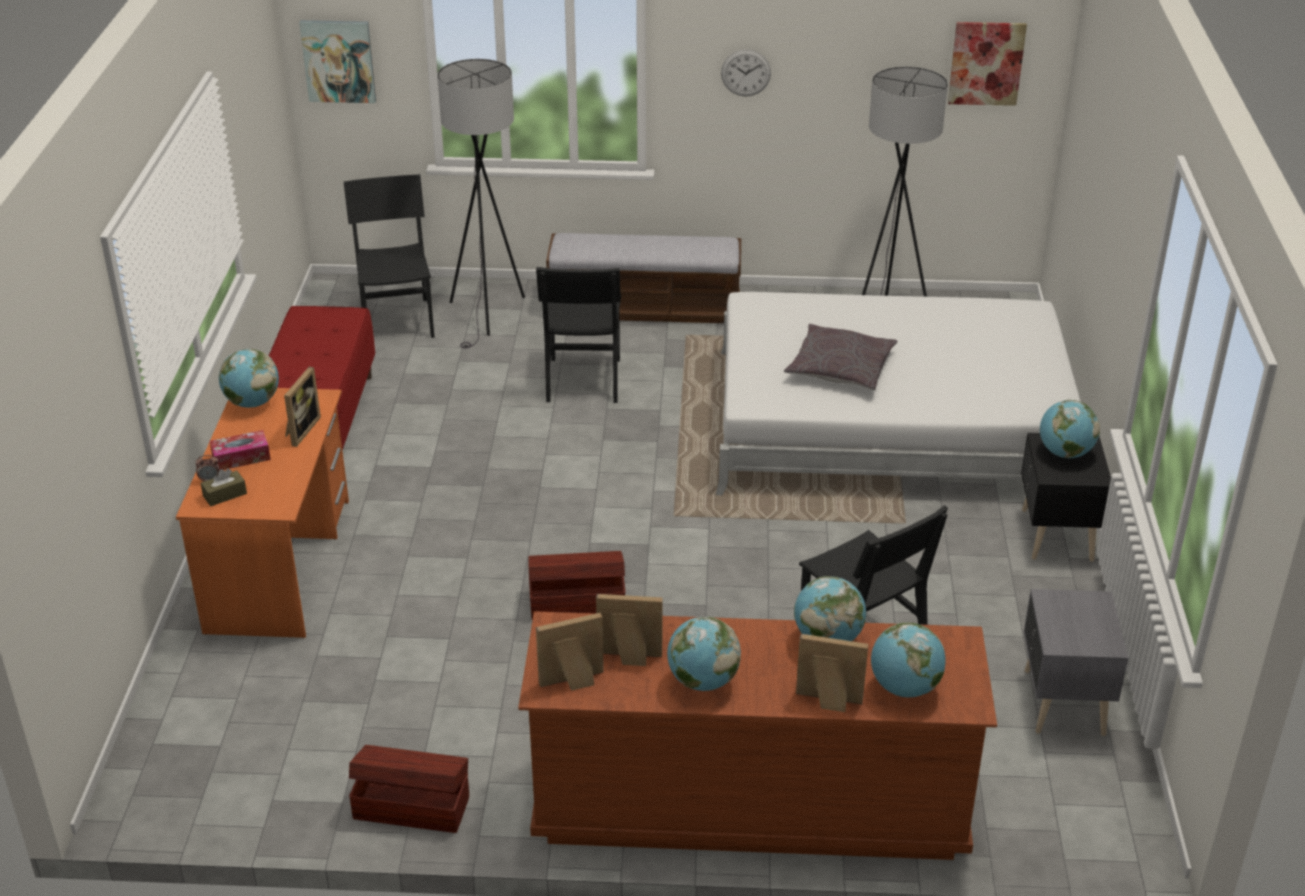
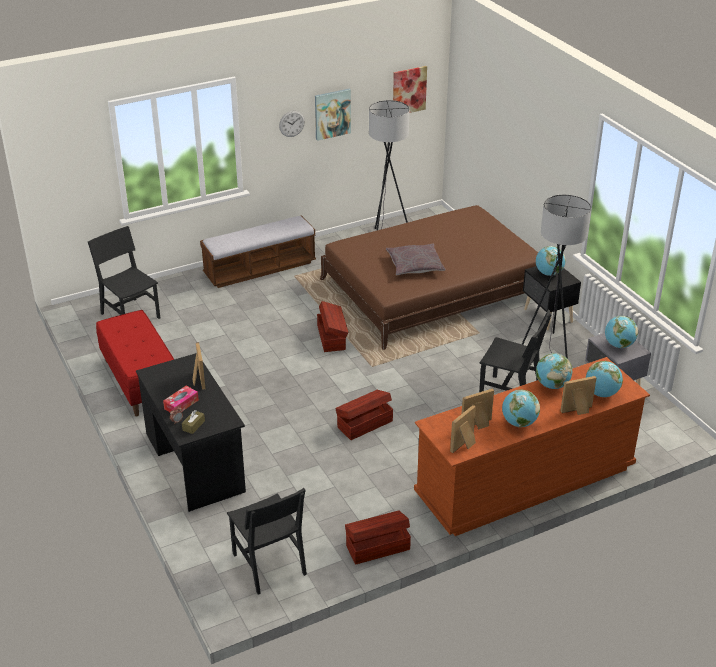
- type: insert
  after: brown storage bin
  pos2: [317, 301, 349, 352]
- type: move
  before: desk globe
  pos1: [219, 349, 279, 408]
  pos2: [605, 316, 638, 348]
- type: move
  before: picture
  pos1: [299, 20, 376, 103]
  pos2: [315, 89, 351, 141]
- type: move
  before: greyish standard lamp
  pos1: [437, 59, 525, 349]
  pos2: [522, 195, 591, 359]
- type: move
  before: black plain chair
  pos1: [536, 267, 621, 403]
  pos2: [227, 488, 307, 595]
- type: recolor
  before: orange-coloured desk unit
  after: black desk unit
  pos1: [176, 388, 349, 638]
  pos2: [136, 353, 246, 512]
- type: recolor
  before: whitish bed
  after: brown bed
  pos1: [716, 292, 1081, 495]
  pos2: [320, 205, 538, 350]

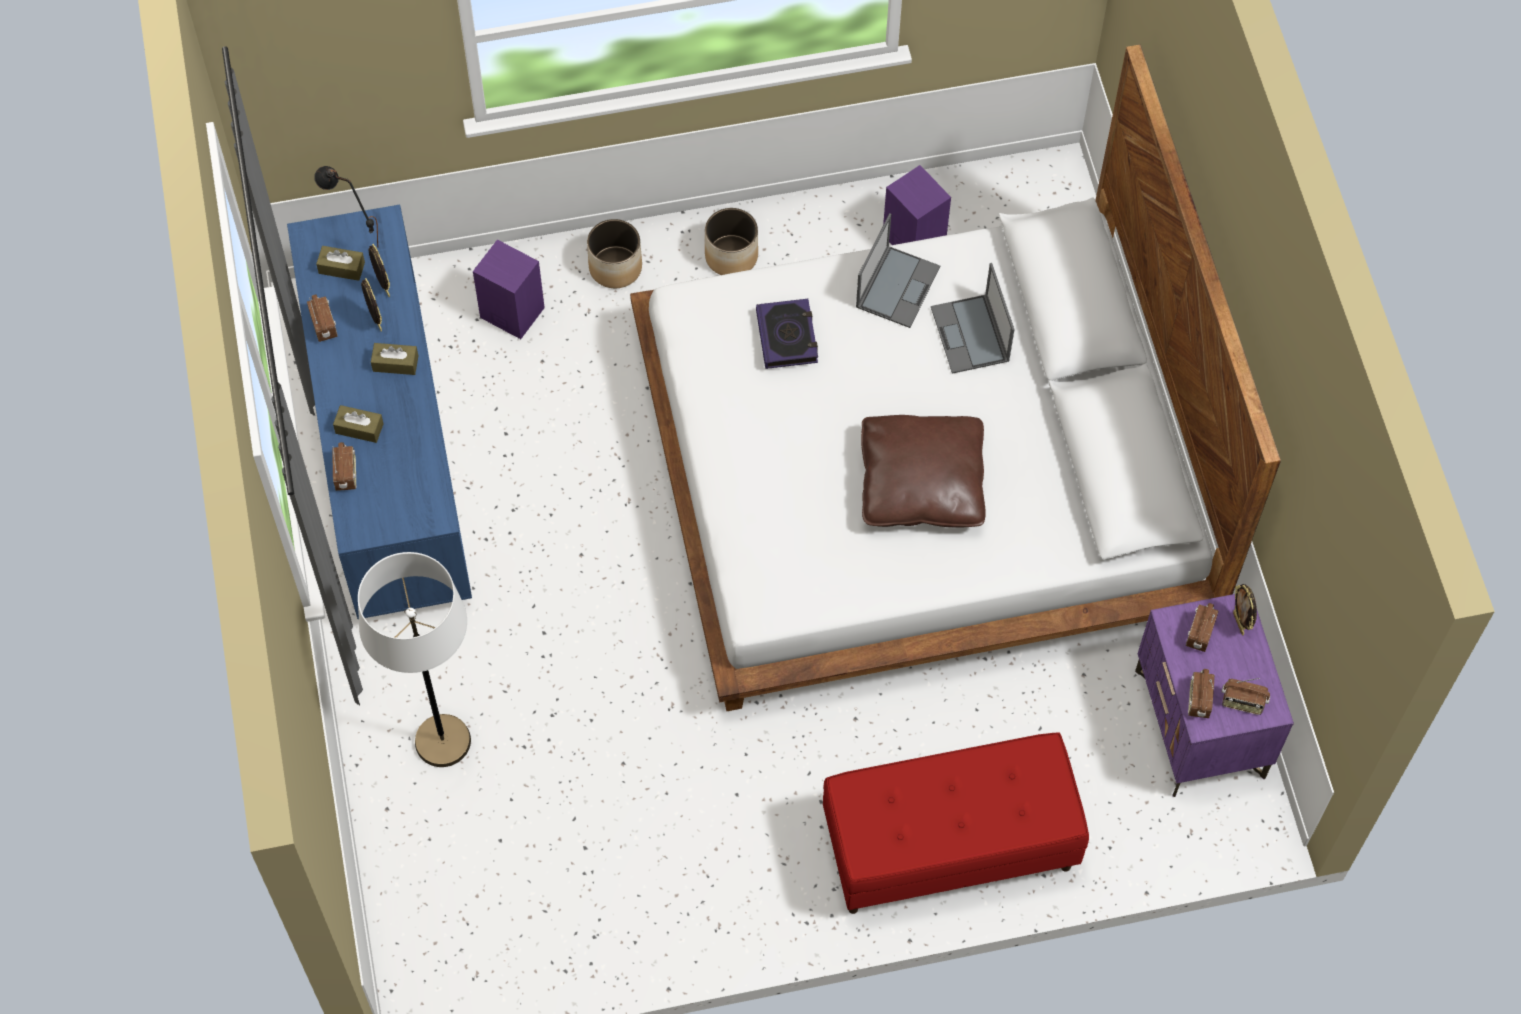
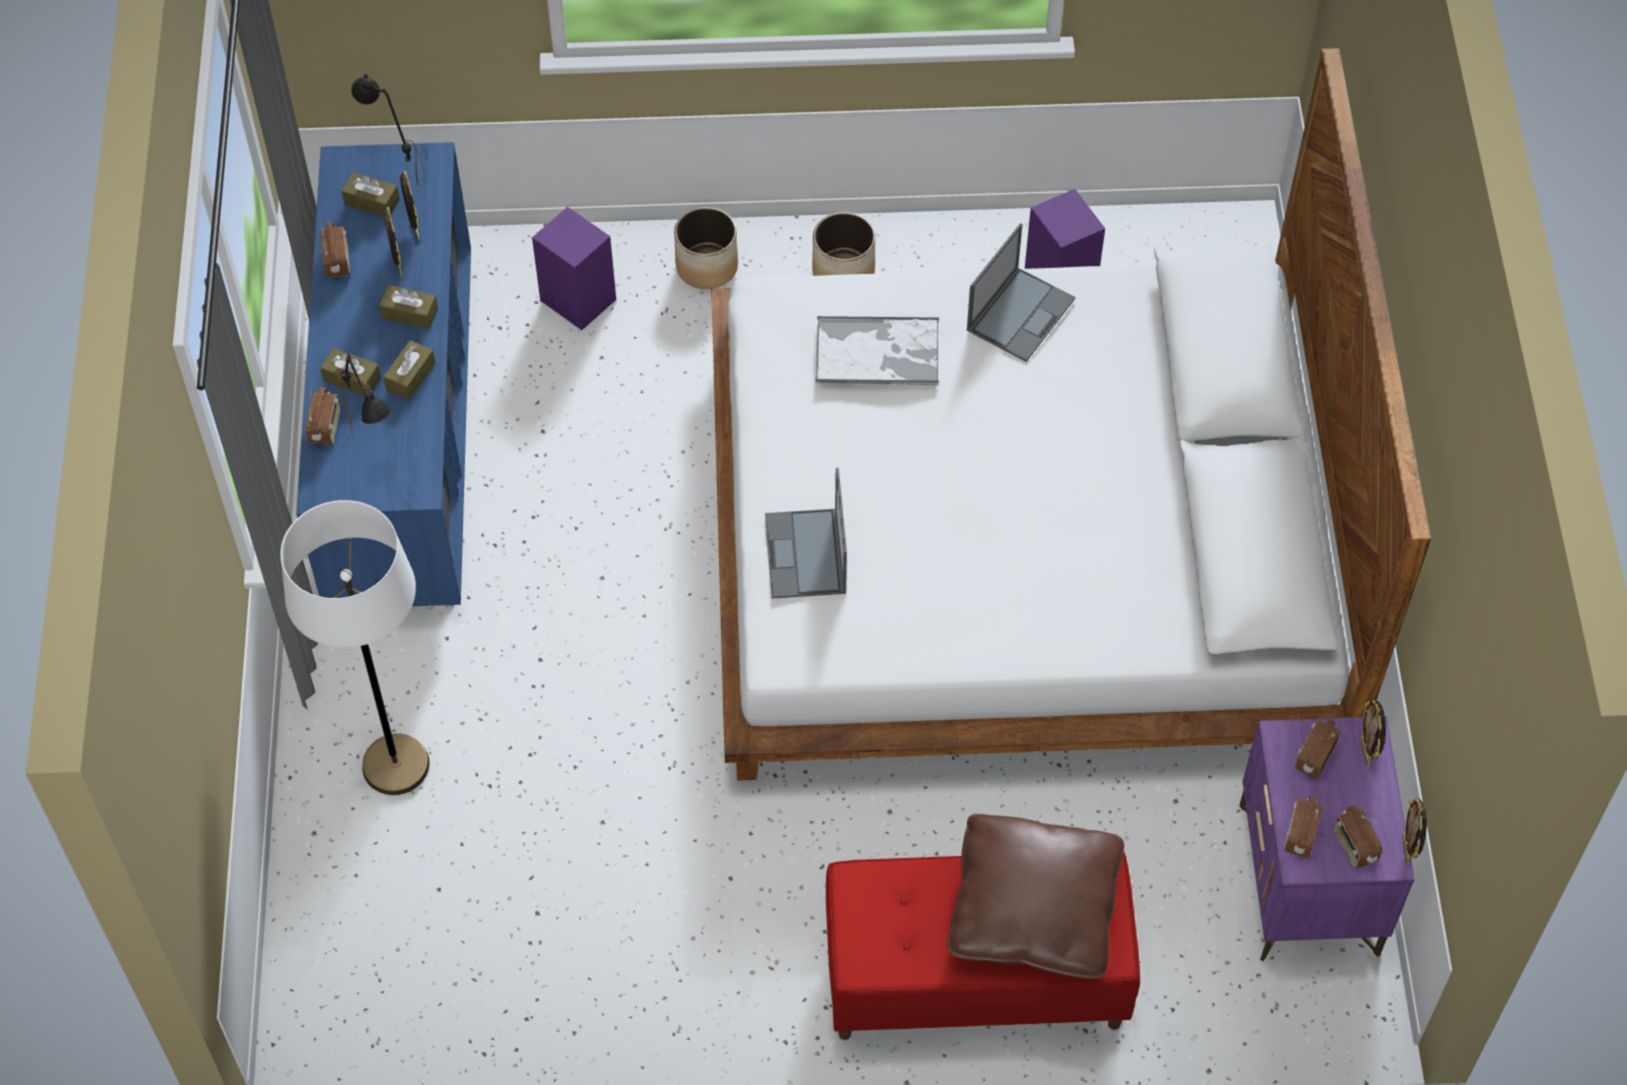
- type: insert
  after: black table lamp
  pos2: [337, 353, 391, 431]
- type: insert
  after: brown box of tissues
  pos2: [383, 340, 435, 400]
- type: insert
  after: picture frame
  pos2: [1402, 798, 1427, 866]
- type: move
  before: brown pillow
  pos1: [861, 415, 986, 527]
  pos2: [947, 814, 1124, 979]
- type: move
  before: notebook computer
  pos1: [931, 263, 1015, 374]
  pos2: [765, 468, 847, 599]
- type: replace
  before: bound book
  after: serving tray
  pos1: [756, 299, 818, 369]
  pos2: [815, 316, 939, 385]
- type: rotate
  before: radio
  pos1: [1222, 678, 1270, 715]
  pos2: [1334, 806, 1383, 869]
  turn: 45

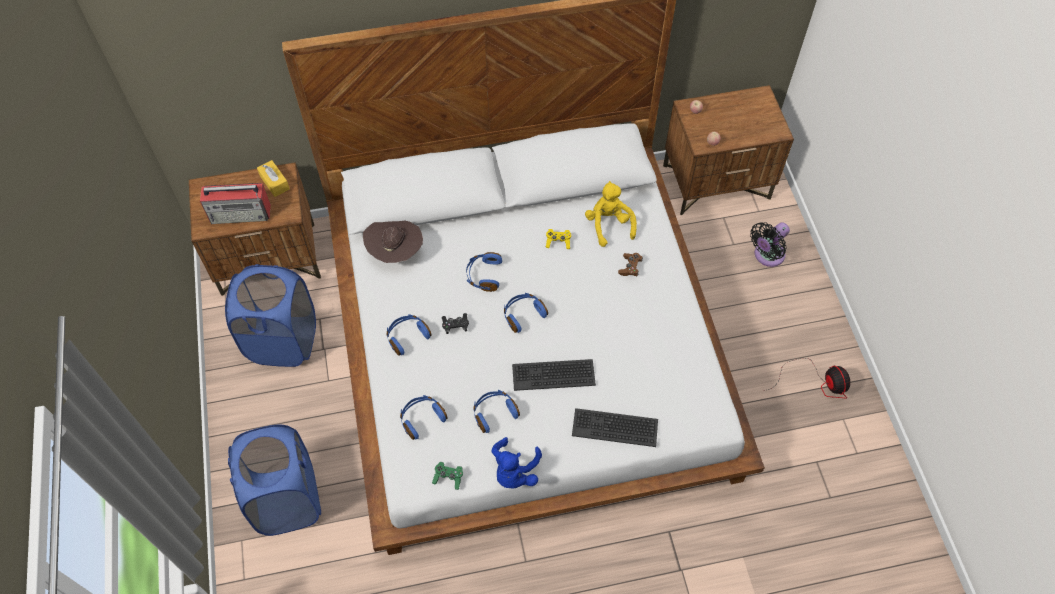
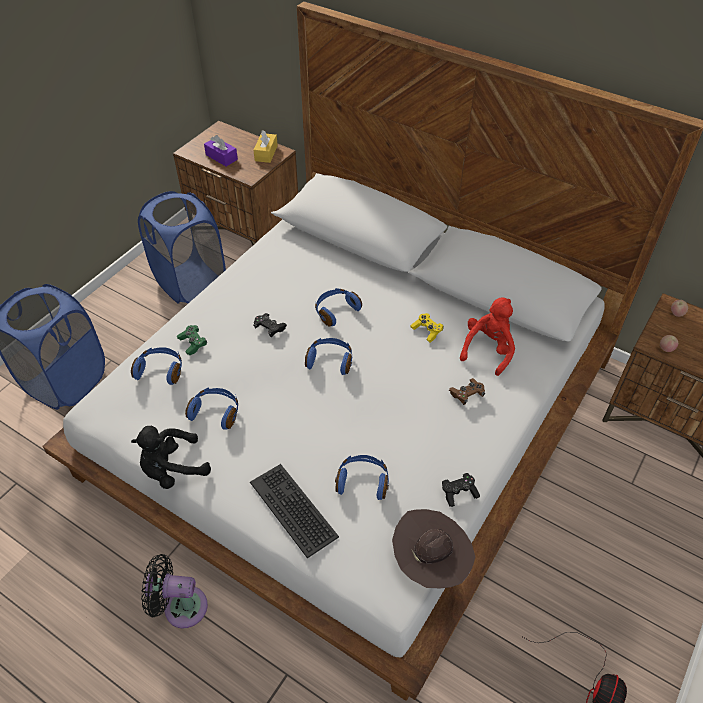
- type: delete
  before: PC keyboard
  pos1: [512, 359, 596, 391]
- type: insert
  after: black game controller
  pos2: [442, 473, 480, 507]
- type: move
  before: brown clothing hat
  pos1: [363, 220, 423, 263]
  pos2: [392, 509, 475, 588]
- type: move
  before: blue pair of headphones
  pos1: [387, 314, 432, 356]
  pos2: [335, 455, 389, 500]
- type: move
  before: green-coloured game controller
  pos1: [432, 462, 463, 490]
  pos2: [177, 325, 207, 355]
- type: move
  before: black electric fan
  pos1: [750, 222, 790, 267]
  pos2: [141, 554, 208, 628]
- type: replace
  before: radio
  after: purple-coloured box of tissues
  pos1: [200, 183, 271, 224]
  pos2: [204, 135, 238, 166]
- type: recolor
  before: blue plush toy
  after: black plush toy
  pos1: [491, 437, 542, 488]
  pos2: [131, 426, 211, 489]
- type: recolor
  before: yellow-coloured plush toy
  after: red-coloured plush toy
  pos1: [585, 181, 637, 247]
  pos2: [460, 298, 515, 376]

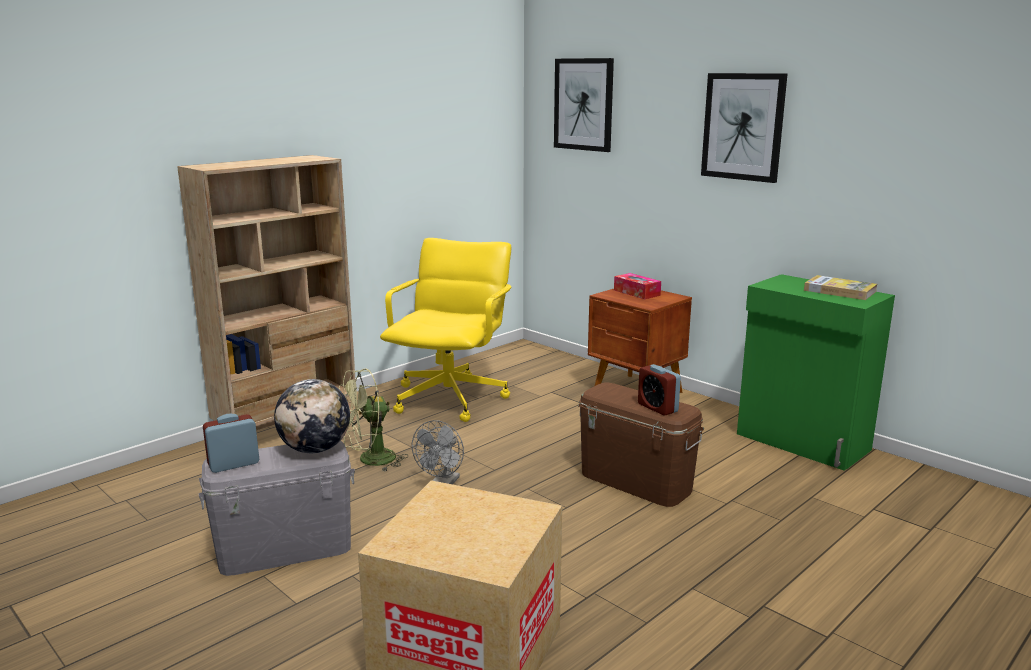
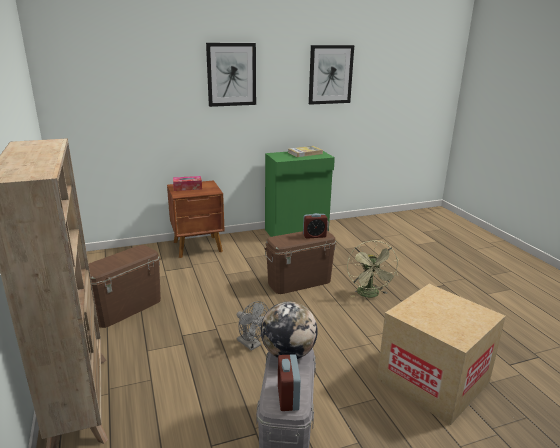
- type: move
  before: green-coloured electric fan
  pos1: [339, 368, 408, 472]
  pos2: [347, 240, 399, 298]
- type: move
  before: picture
  pos1: [554, 58, 614, 152]
  pos2: [309, 45, 354, 105]
- type: replace
  before: yellow-coloured desk chair
  after: brown storage bin
  pos1: [380, 238, 511, 422]
  pos2: [89, 245, 161, 328]

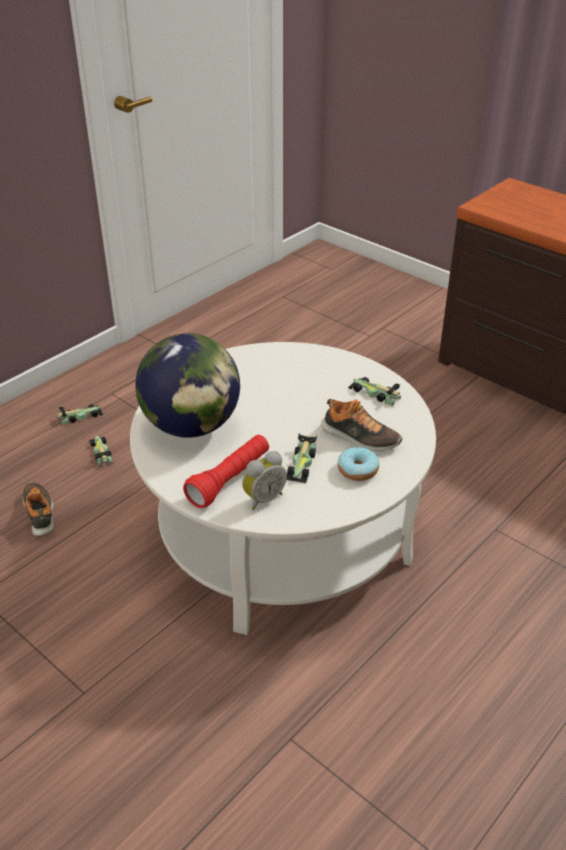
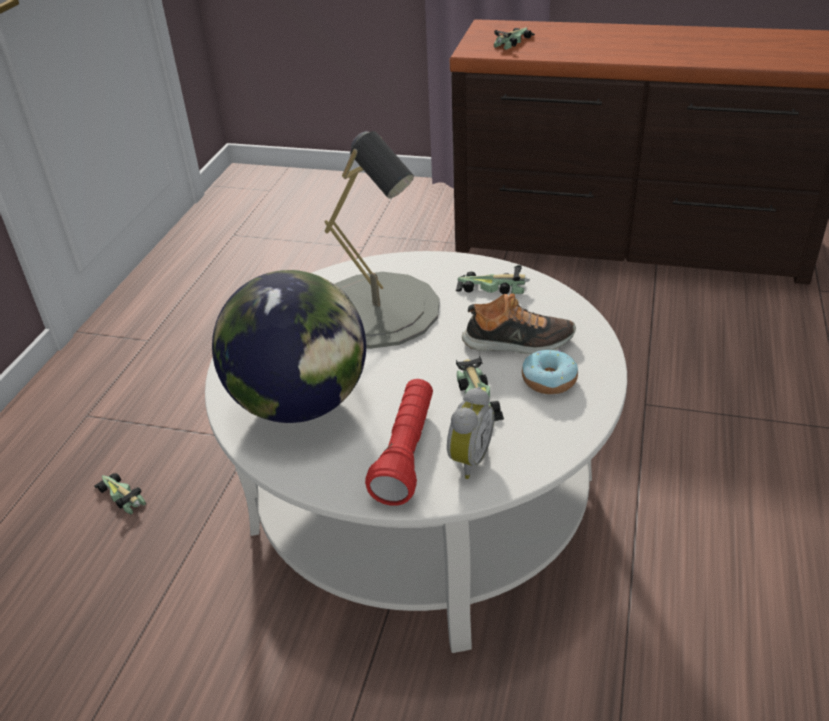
- type: delete
  before: low shoe
  pos1: [23, 482, 54, 537]
- type: insert
  after: greyish table lamp
  pos2: [325, 131, 440, 349]
- type: move
  before: toy car
  pos1: [56, 404, 103, 425]
  pos2: [494, 27, 535, 50]

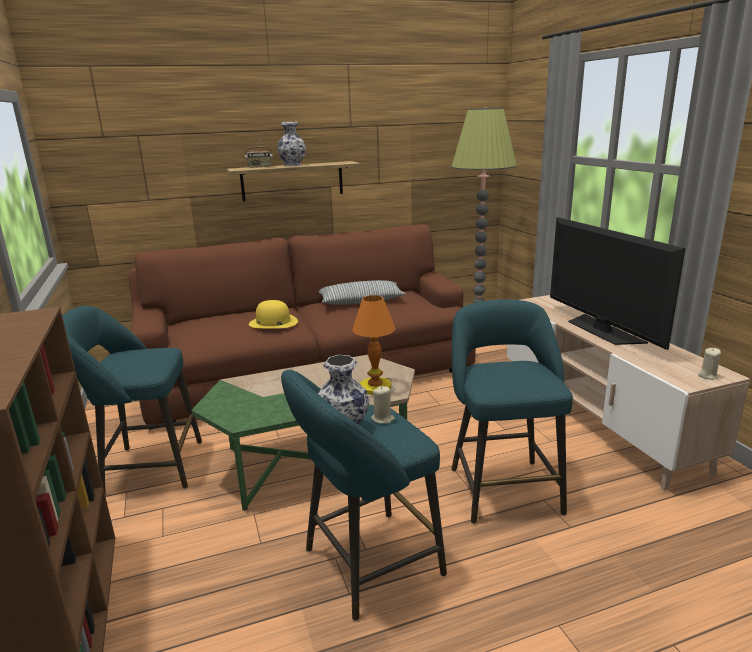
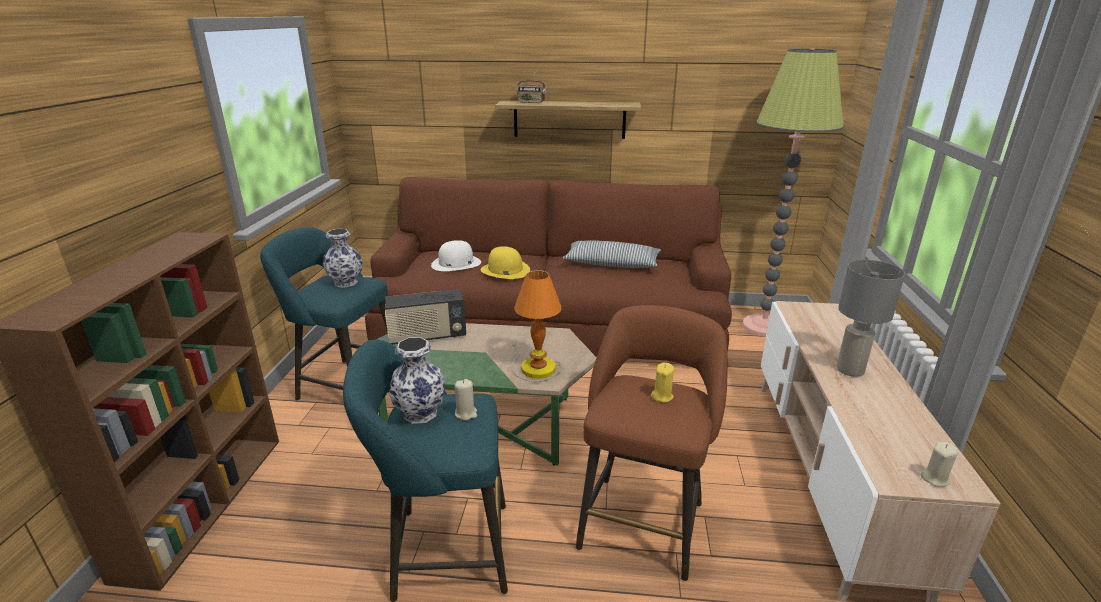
- type: insert
  after: radio
  pos2: [385, 289, 466, 345]
- type: insert
  after: whitish clothing hat
  pos2: [431, 240, 481, 271]
- type: insert
  after: yellow-coloured wax candle
  pos2: [651, 363, 674, 403]
- type: move
  before: decorative vase
  pos1: [278, 122, 306, 166]
  pos2: [323, 229, 363, 288]
- type: replace
  before: TV
  after: greyish table lamp
  pos1: [550, 217, 685, 350]
  pos2: [837, 260, 905, 377]
- type: recolor
  before: turquoise-coloured stool seat
  after: brown stool seat
  pos1: [452, 299, 573, 524]
  pos2: [576, 305, 728, 581]

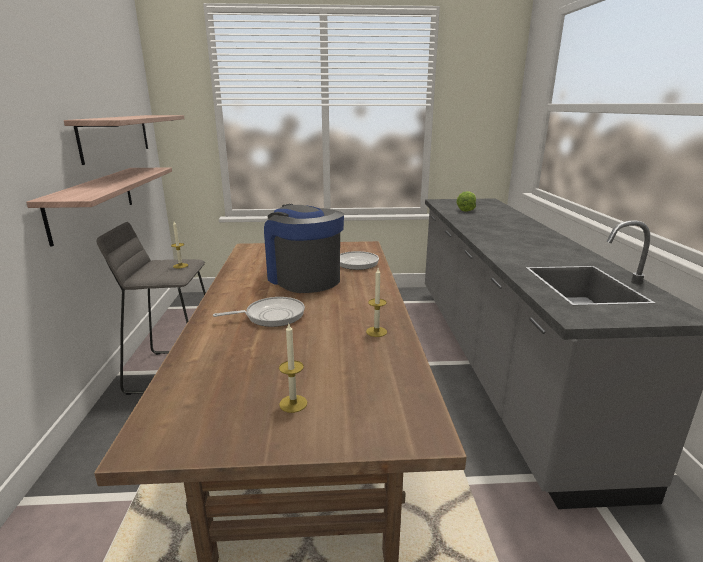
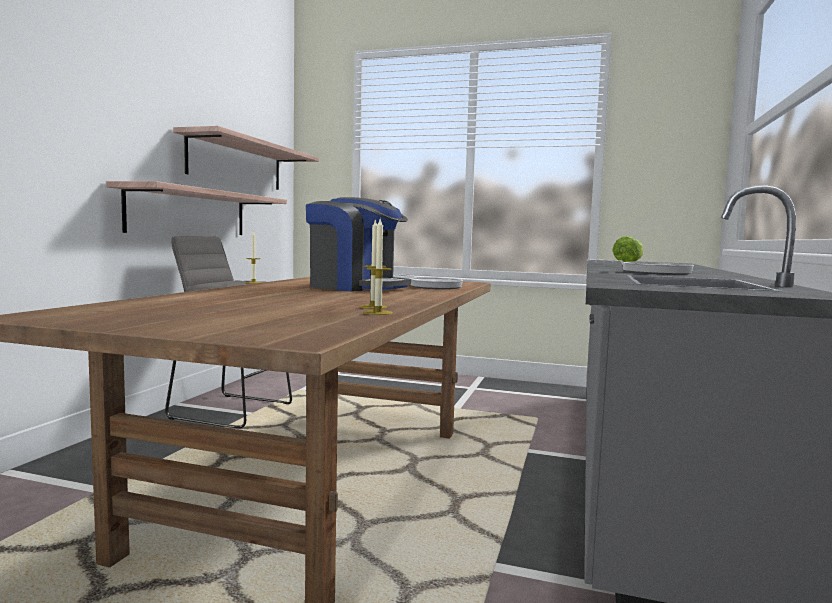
- type: move
  before: frying pan
  pos1: [213, 297, 305, 327]
  pos2: [587, 259, 694, 275]
- type: move
  before: wax candle
  pos1: [279, 324, 307, 413]
  pos2: [364, 219, 393, 315]
- type: rotate
  before: coffee machine
  pos1: [264, 204, 344, 293]
  pos2: [306, 197, 411, 291]
  turn: 135

